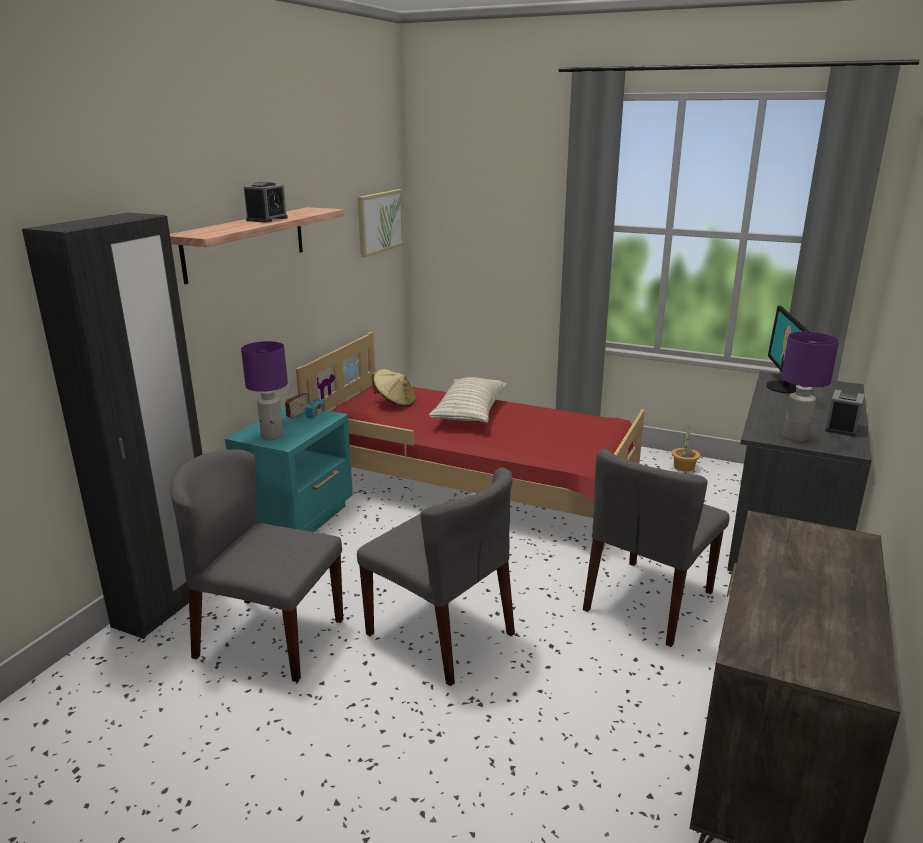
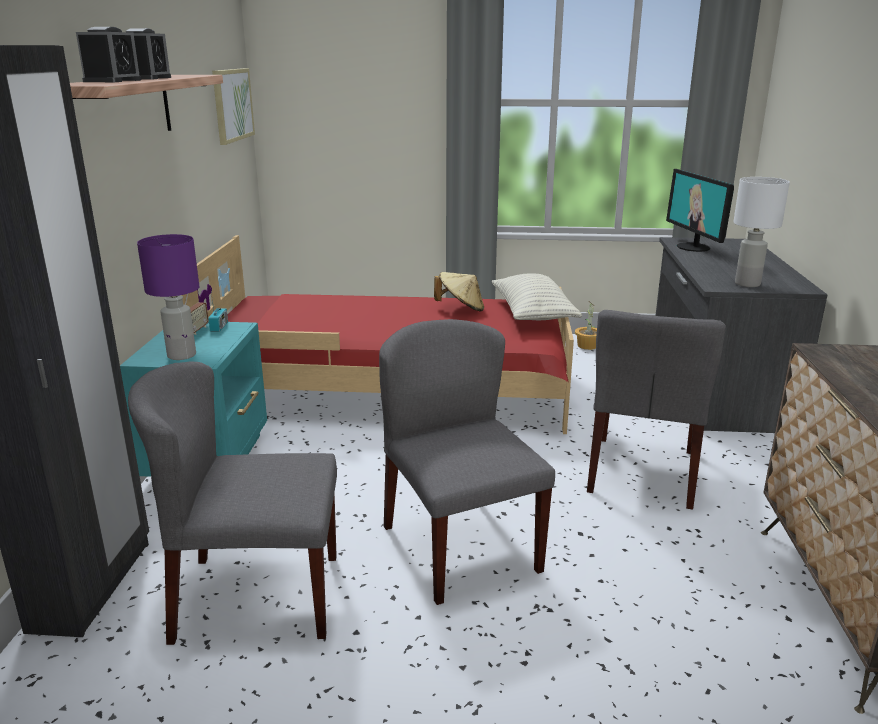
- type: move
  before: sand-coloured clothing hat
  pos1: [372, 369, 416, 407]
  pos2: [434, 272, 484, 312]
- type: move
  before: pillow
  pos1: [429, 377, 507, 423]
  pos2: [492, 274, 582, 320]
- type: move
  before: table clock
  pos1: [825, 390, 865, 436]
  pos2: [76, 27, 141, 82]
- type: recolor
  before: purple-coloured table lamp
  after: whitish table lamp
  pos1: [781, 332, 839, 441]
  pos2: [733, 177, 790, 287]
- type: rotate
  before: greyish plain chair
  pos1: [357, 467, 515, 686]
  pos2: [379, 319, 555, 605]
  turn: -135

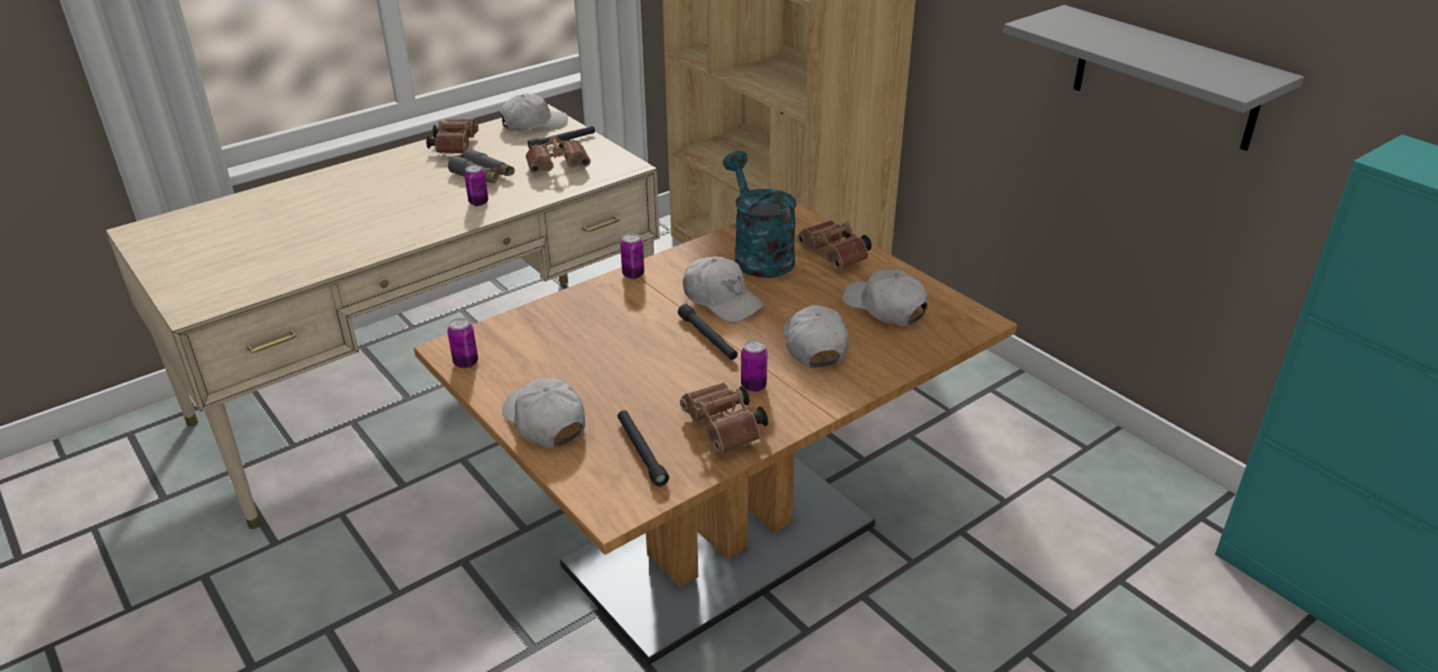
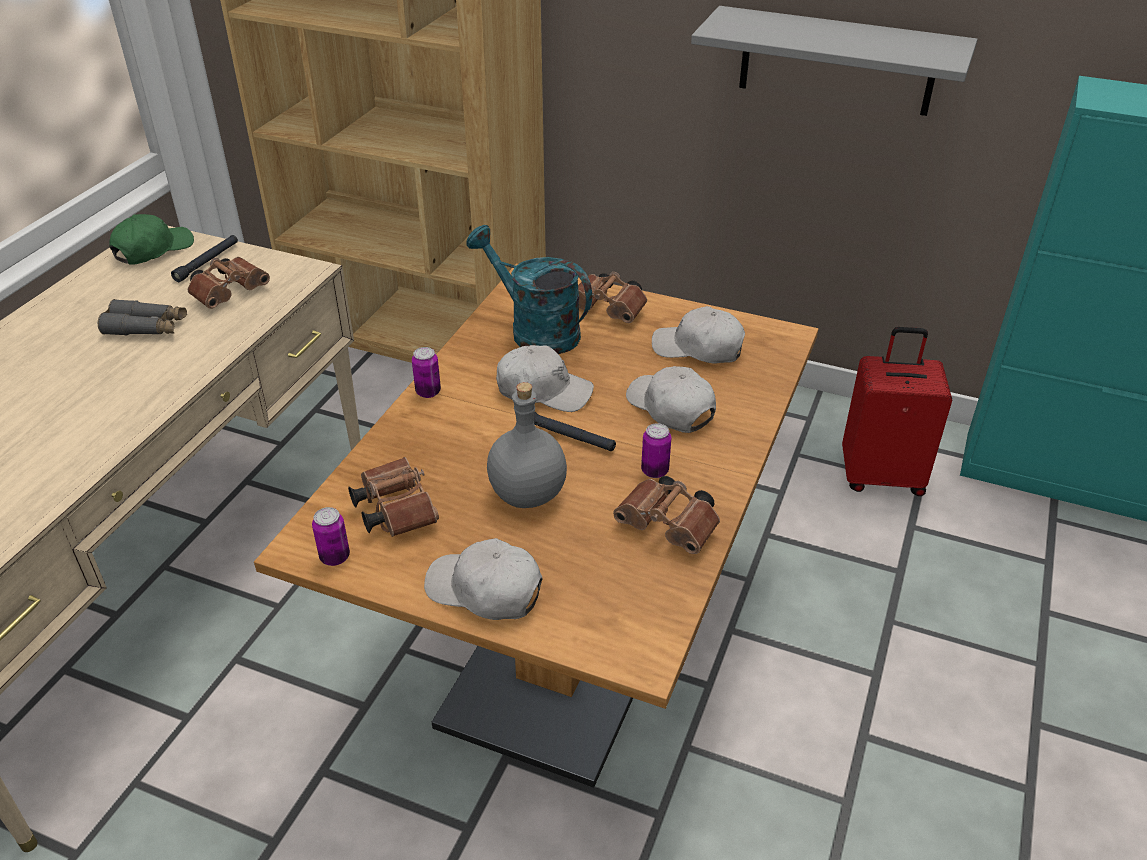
- type: delete
  before: can
  pos1: [464, 165, 488, 206]
- type: delete
  before: black torch
  pos1: [617, 410, 669, 487]
- type: insert
  after: greyish beverage bottle
  pos2: [487, 382, 567, 508]
- type: insert
  after: red-coloured suitcase
  pos2: [842, 327, 952, 496]
- type: move
  before: brown binoculars
  pos1: [426, 119, 479, 153]
  pos2: [348, 457, 439, 537]
- type: recolor
  before: whitish cap
  after: green-coloured cap
  pos1: [500, 93, 568, 131]
  pos2: [109, 214, 194, 265]

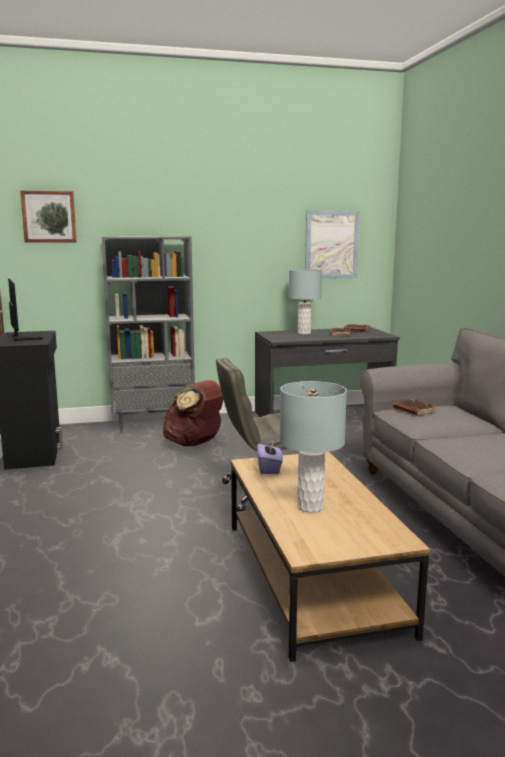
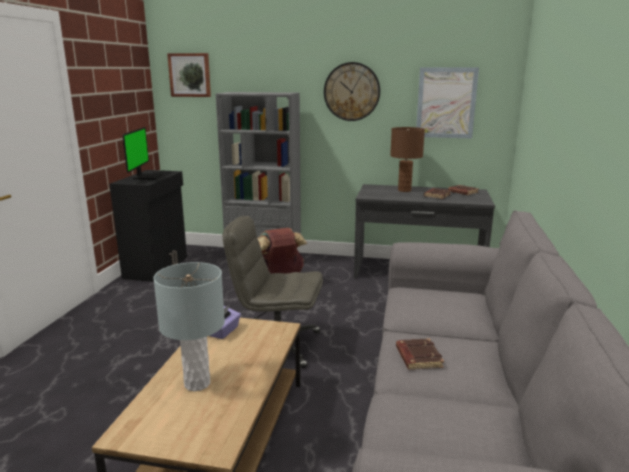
- type: insert
  after: clock on the wall
  pos2: [324, 62, 380, 121]
- type: move
  before: brown bound book
  pos1: [393, 399, 436, 416]
  pos2: [396, 338, 444, 370]
- type: recolor
  before: greyish table lamp
  after: brown table lamp
  pos1: [289, 269, 322, 334]
  pos2: [390, 127, 425, 192]

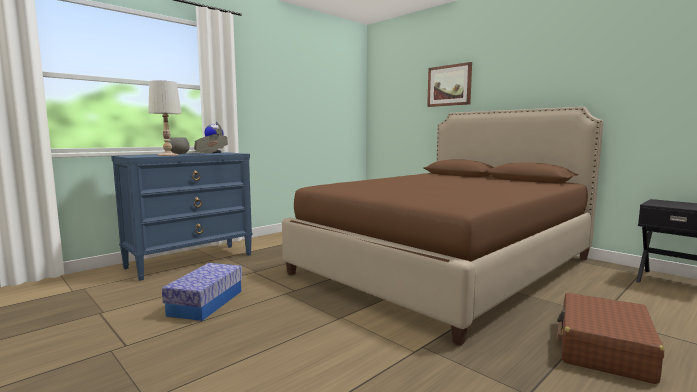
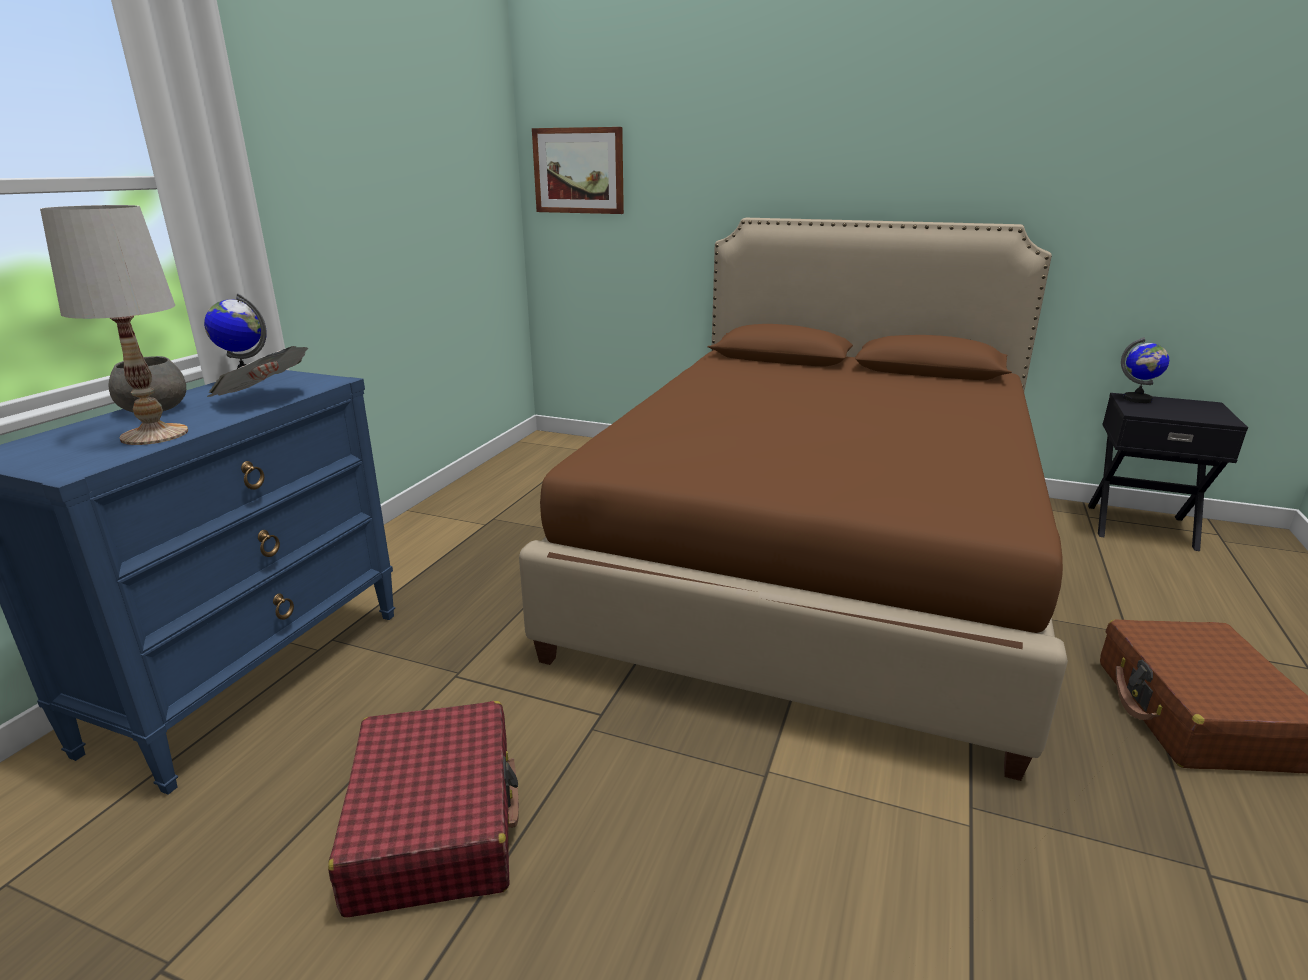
- type: insert
  after: desk globe
  pos2: [1121, 337, 1169, 403]
- type: move
  before: picture
  pos1: [427, 62, 472, 107]
  pos2: [532, 127, 624, 214]
- type: replace
  before: storage bin
  after: red-coloured suitcase
  pos1: [162, 263, 242, 321]
  pos2: [328, 701, 519, 918]

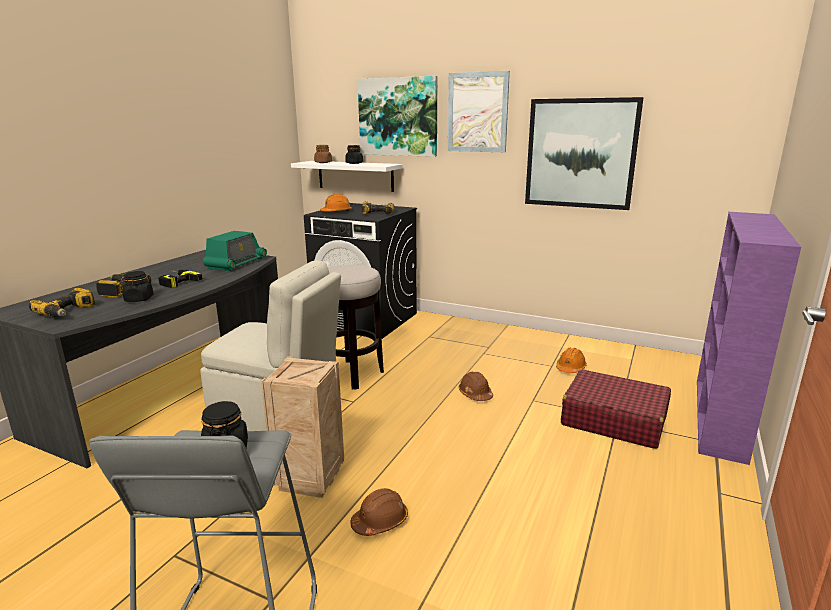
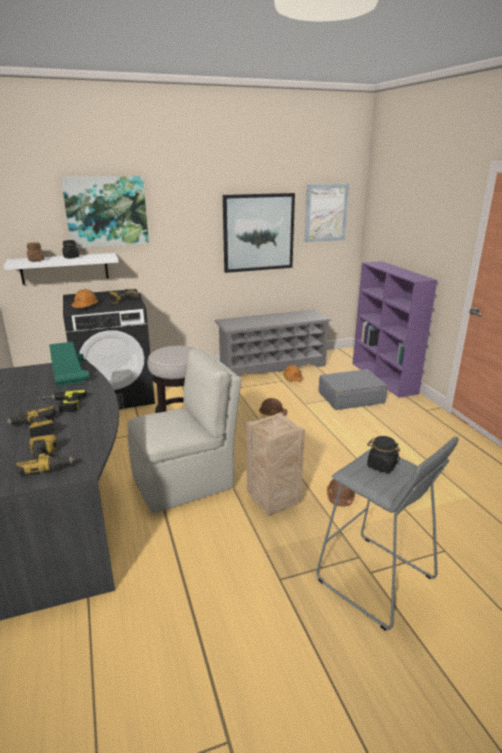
- type: delete
  before: black storage jar
  pos1: [122, 271, 154, 302]
- type: insert
  after: greyish shoe stand
  pos2: [214, 309, 331, 376]
- type: move
  before: picture
  pos1: [448, 71, 510, 152]
  pos2: [305, 184, 349, 242]
- type: recolor
  before: red-coloured suitcase
  after: greyish suitcase
  pos1: [561, 369, 671, 449]
  pos2: [319, 369, 388, 410]

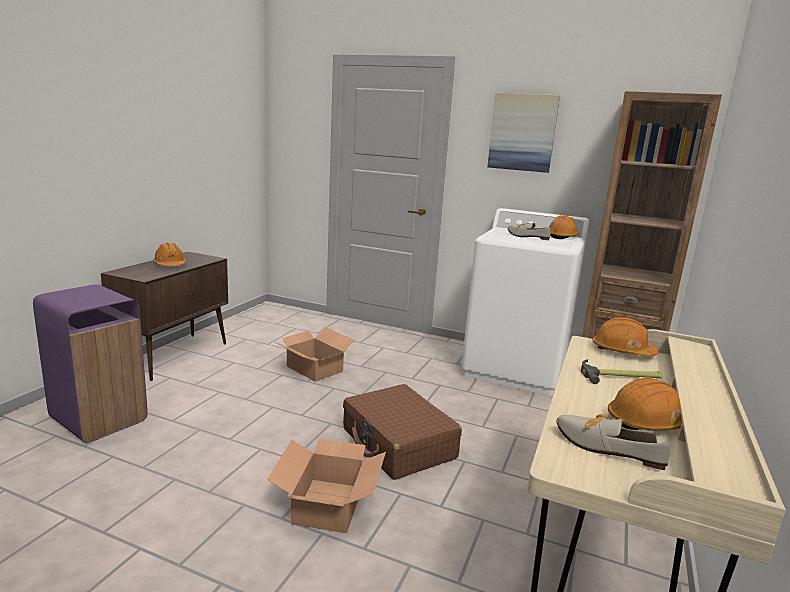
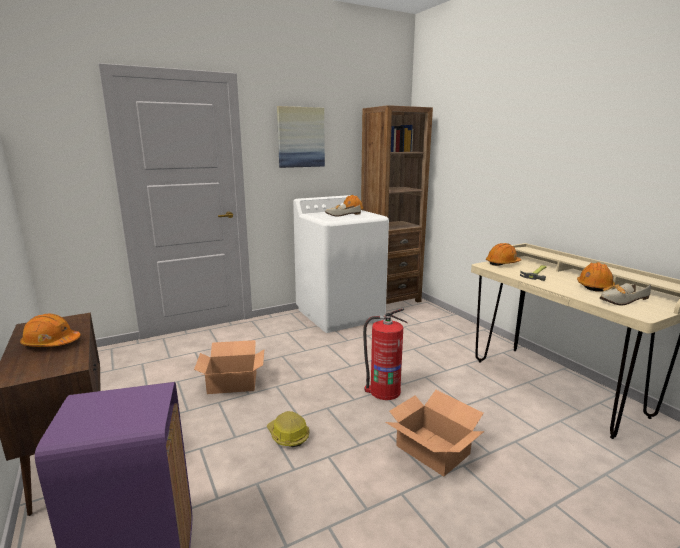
- type: insert
  after: safety helmet
  pos2: [267, 411, 310, 447]
- type: replace
  before: brown suitcase
  after: fire extinguisher
  pos1: [343, 384, 462, 480]
  pos2: [363, 308, 408, 400]

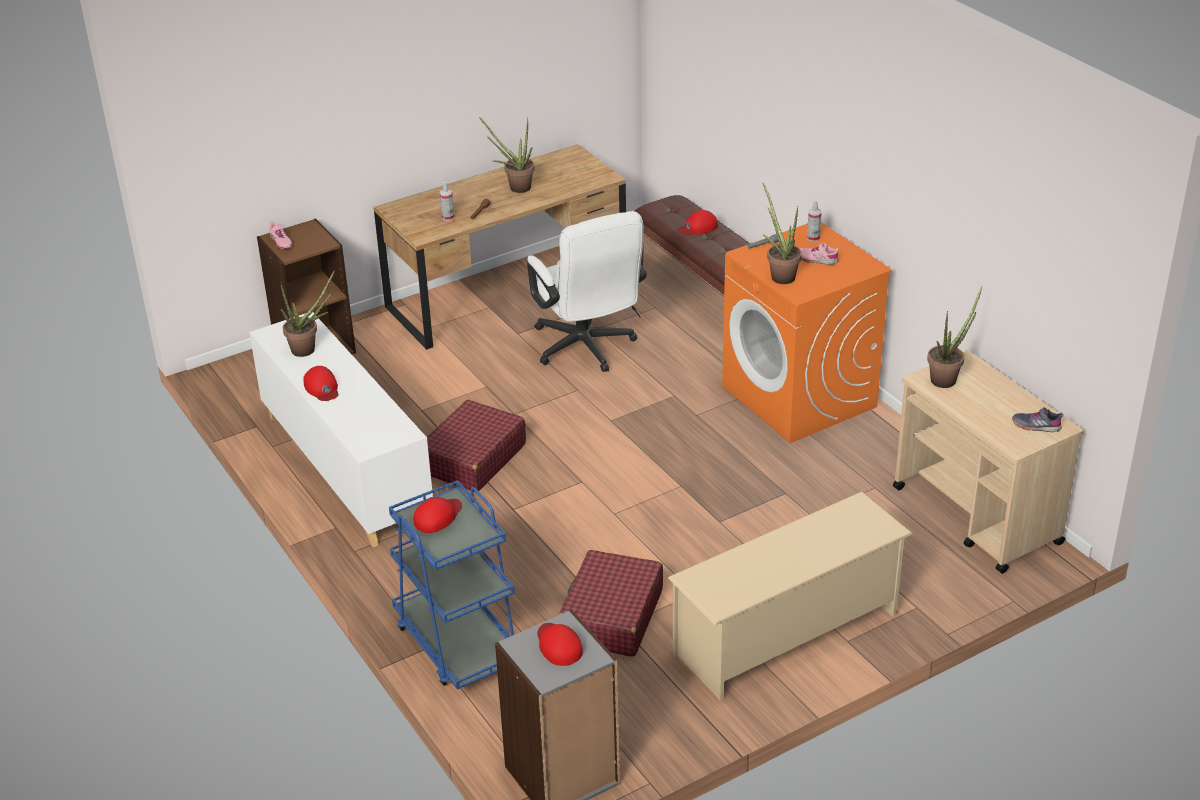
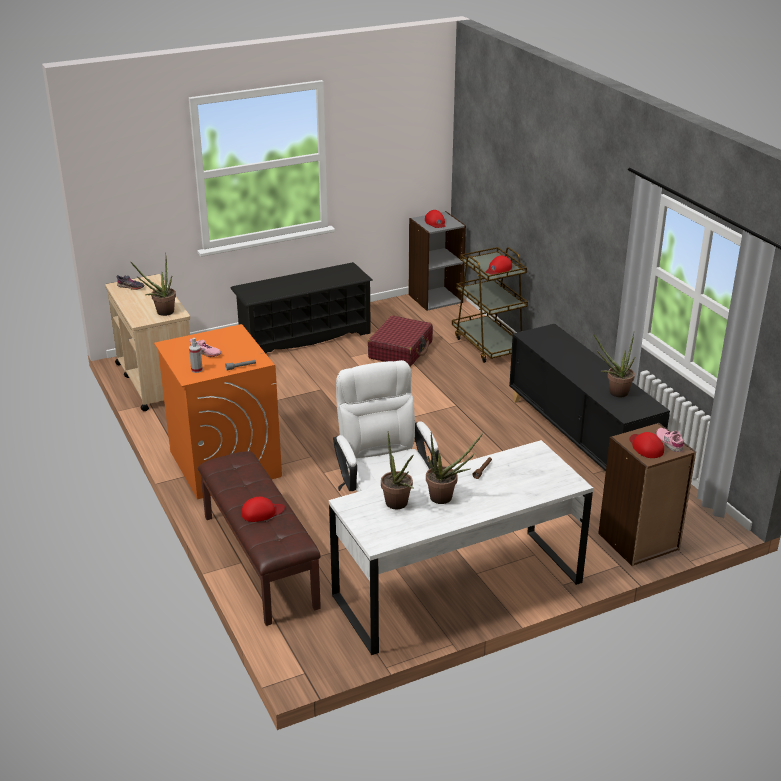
- type: delete
  before: red-coloured suitcase
  pos1: [427, 400, 526, 492]
- type: delete
  before: spray bottle
  pos1: [440, 182, 454, 221]
- type: move
  before: red-coloured cap
  pos1: [303, 366, 338, 401]
  pos2: [630, 432, 664, 458]
- type: move
  before: houseplant
  pos1: [762, 183, 802, 284]
  pos2: [381, 431, 414, 509]
- type: recolor
  before: whitish cupboard
  after: black cupboard
  pos1: [249, 312, 433, 547]
  pos2: [509, 324, 670, 471]
- type: recolor
  before: brown desk unit
  after: whitish desk unit
  pos1: [373, 144, 626, 350]
  pos2: [329, 440, 593, 655]
- type: recolor
  before: blue cart
  after: brown cart
  pos1: [389, 480, 515, 690]
  pos2: [452, 247, 528, 363]
- type: recolor
  before: sand-coloured shoe stand
  after: black shoe stand
  pos1: [668, 492, 913, 701]
  pos2: [230, 262, 373, 353]

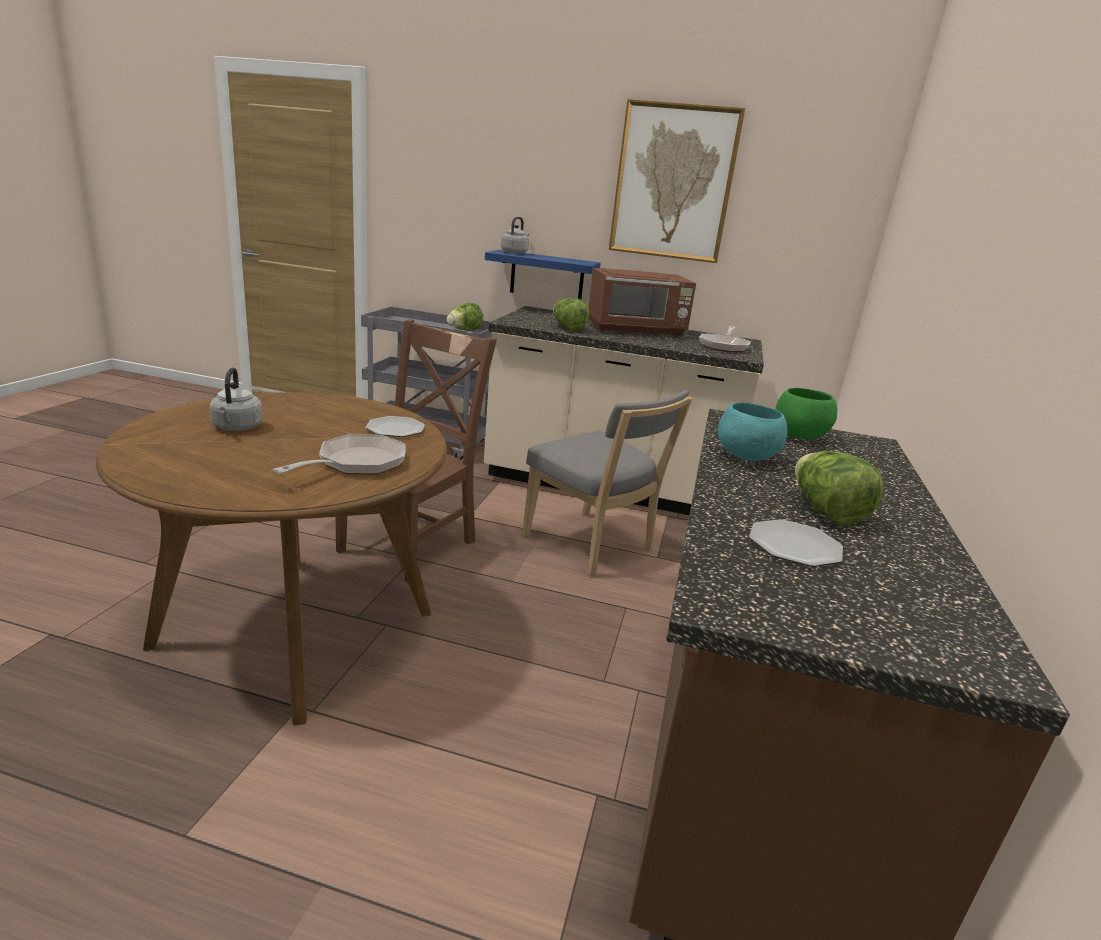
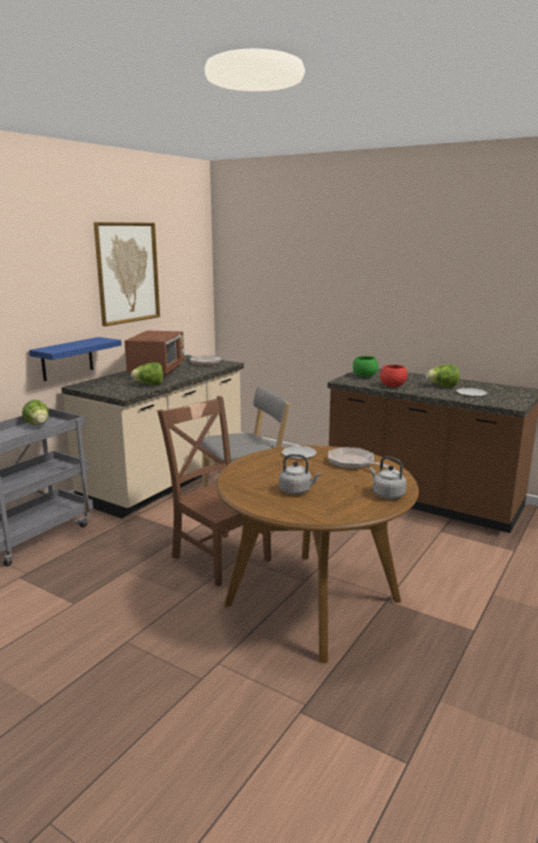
- type: move
  before: greyish water kettle
  pos1: [501, 217, 529, 254]
  pos2: [370, 456, 406, 499]
- type: recolor
  before: turquoise-coloured serving bowl
  after: red-coloured serving bowl
  pos1: [718, 402, 788, 461]
  pos2: [380, 365, 408, 387]

